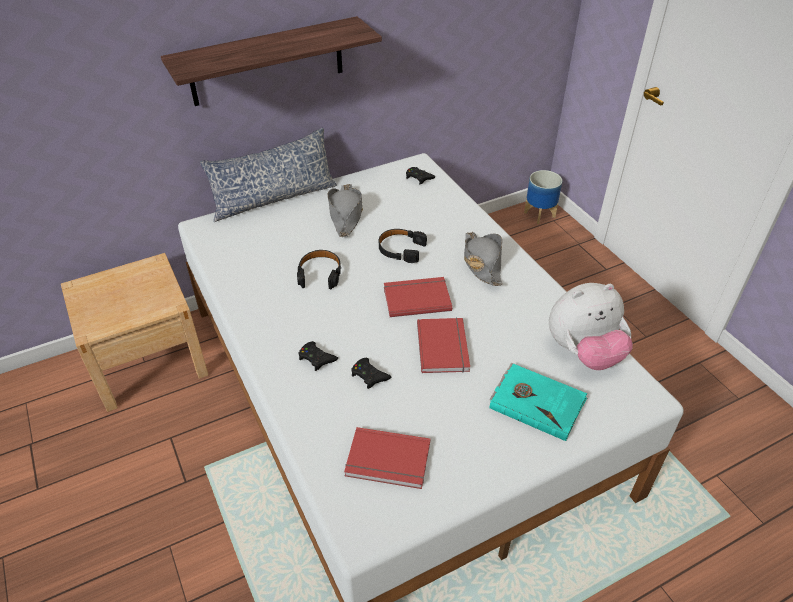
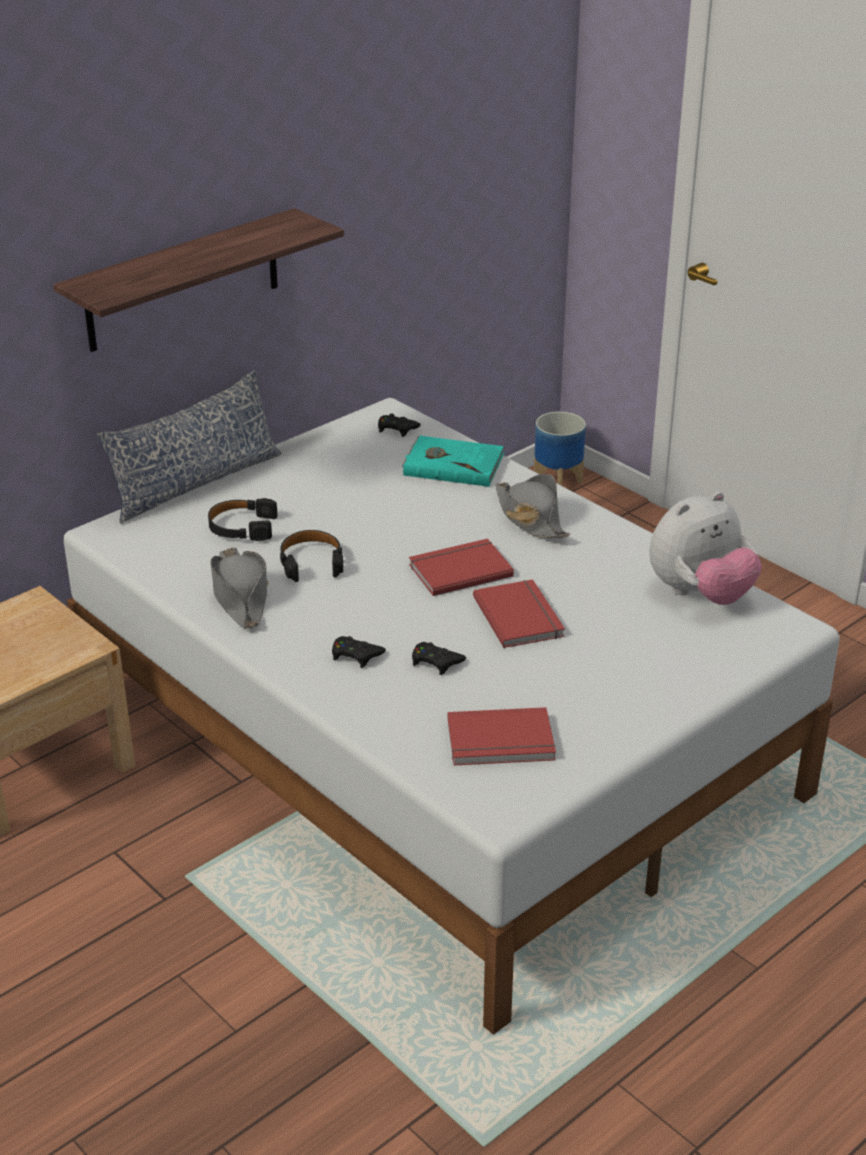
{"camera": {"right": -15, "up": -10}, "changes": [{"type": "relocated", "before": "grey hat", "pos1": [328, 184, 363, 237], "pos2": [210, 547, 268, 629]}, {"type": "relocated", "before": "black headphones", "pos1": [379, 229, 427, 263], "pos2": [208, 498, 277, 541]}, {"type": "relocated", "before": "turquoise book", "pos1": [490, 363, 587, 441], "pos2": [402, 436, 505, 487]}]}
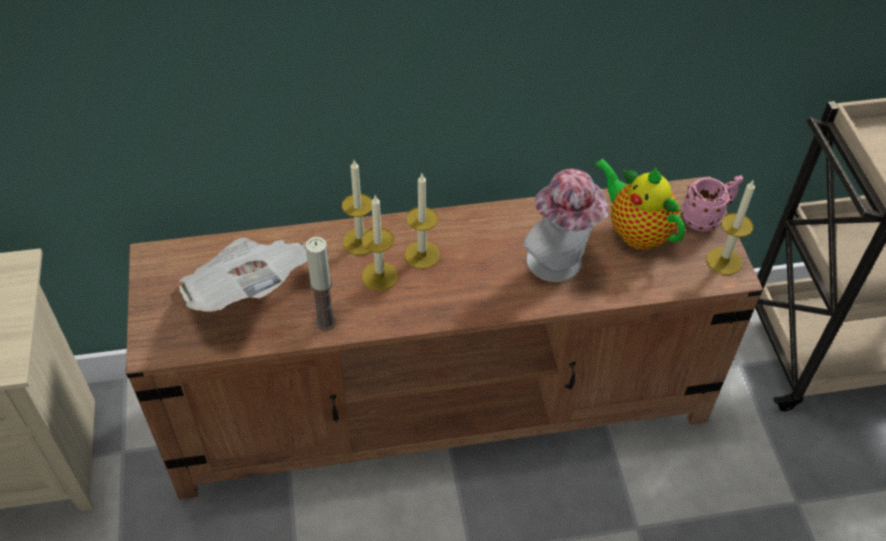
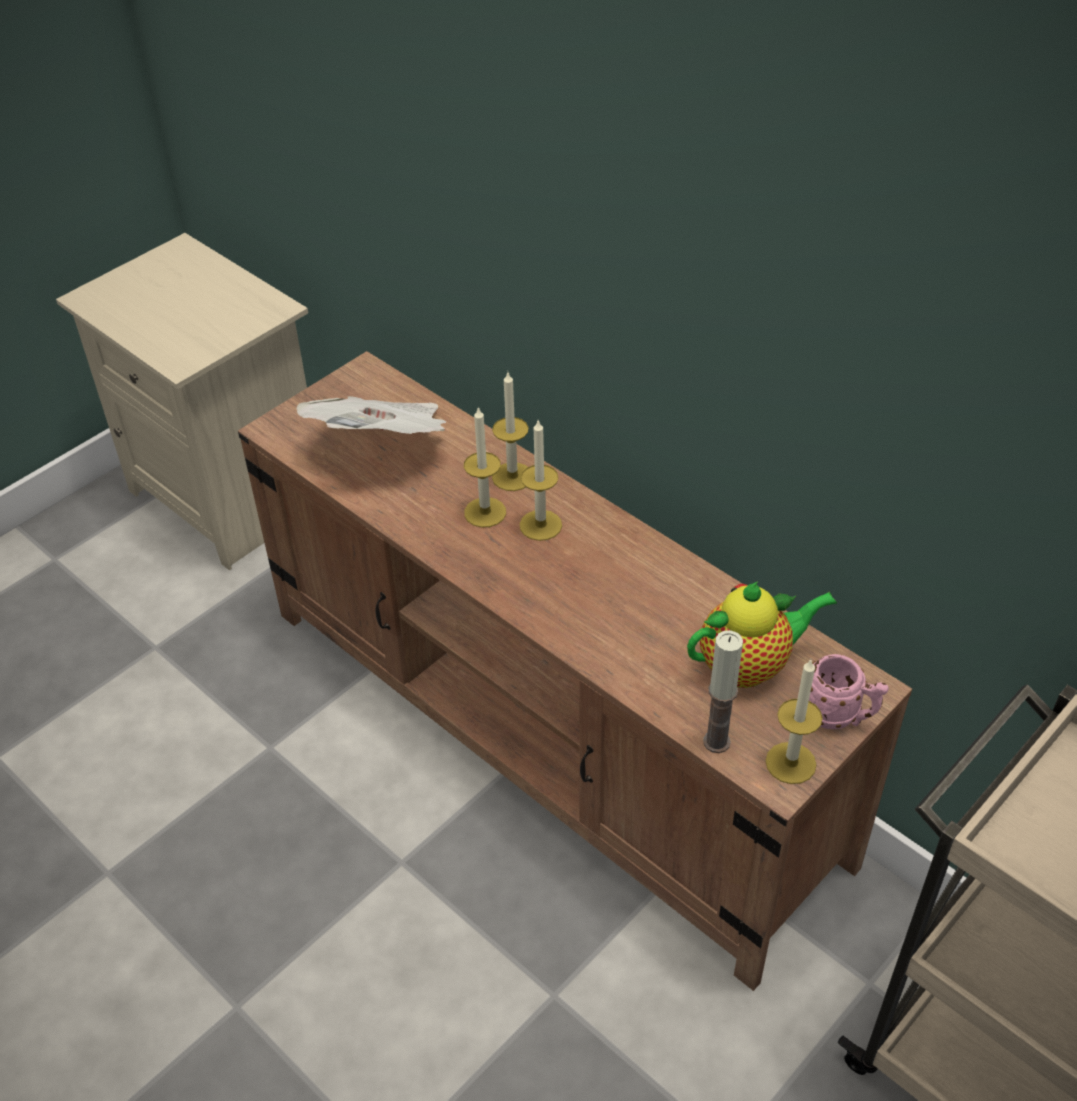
{"camera": {"right": 55, "up": -5}, "changes": [{"type": "missing", "before": "hat", "pos1": [523, 169, 609, 282]}, {"type": "relocated", "before": "candle", "pos1": [305, 237, 336, 331], "pos2": [703, 630, 743, 753]}, {"type": "spun", "before": "teapot", "pos1": [595, 158, 685, 250], "pos2": [687, 582, 837, 688], "turn": 60}]}
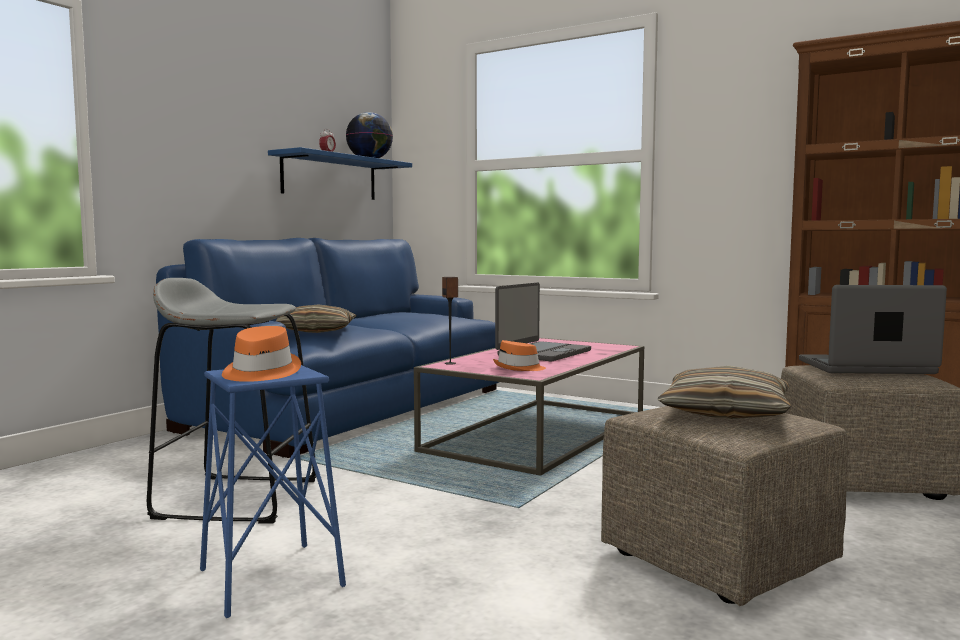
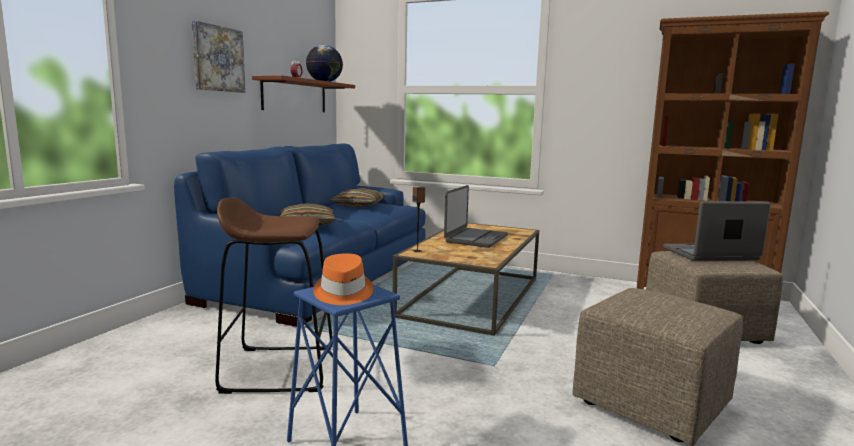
{"camera": {"right": -10, "up": 5}, "changes": [{"type": "missing", "before": "orange hat", "pos1": [493, 340, 546, 371]}, {"type": "appeared", "after": "picture", "pos2": [192, 21, 245, 93]}, {"type": "relocated", "before": "pillow", "pos1": [658, 366, 792, 419], "pos2": [330, 188, 385, 207]}, {"type": "colour", "before": "grey stool", "after": "brown stool", "pos1": [147, 278, 316, 524], "pos2": [215, 197, 333, 394]}, {"type": "colour", "before": "blue shelf", "after": "brown shelf", "pos1": [268, 147, 412, 200], "pos2": [252, 75, 355, 112]}, {"type": "colour", "before": "pink coffee table", "after": "brown coffee table", "pos1": [414, 338, 644, 476], "pos2": [393, 223, 539, 336]}]}
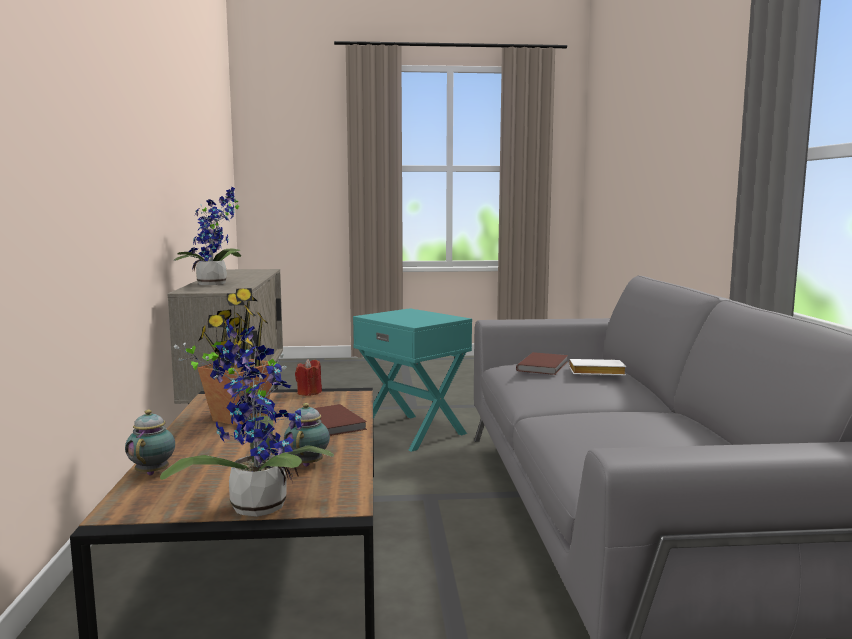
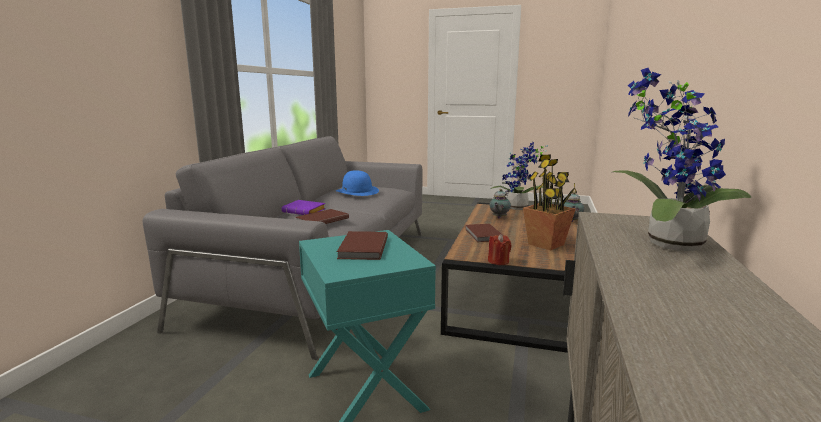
{"camera": {"right": -160, "up": 5}, "changes": [{"type": "appeared", "after": "blue hat", "pos2": [336, 171, 379, 196]}, {"type": "appeared", "after": "brown book", "pos2": [337, 231, 388, 260]}, {"type": "colour", "before": "white book", "after": "purple book", "pos1": [570, 359, 626, 375], "pos2": [282, 200, 326, 215]}]}
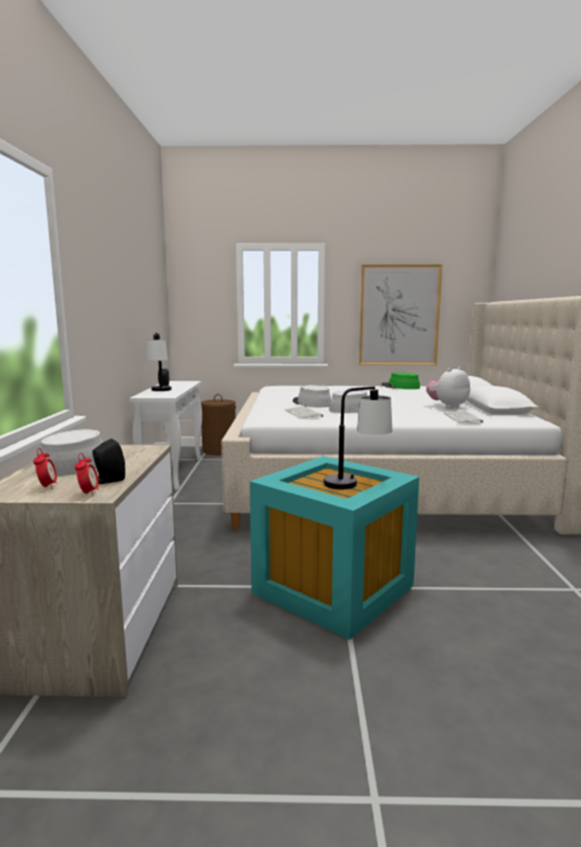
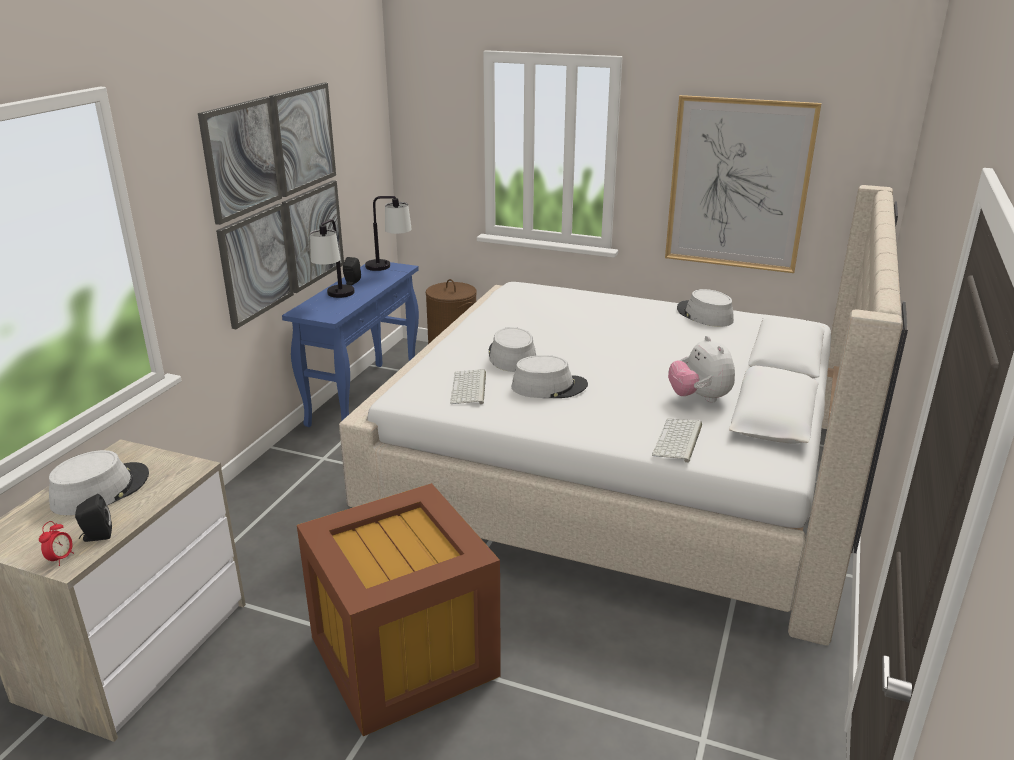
{"camera": {"right": 20, "up": 15}, "changes": [{"type": "missing", "before": "alarm clock", "pos1": [33, 448, 57, 489]}, {"type": "appeared", "after": "picture", "pos2": [198, 82, 344, 329]}, {"type": "relocated", "before": "table lamp", "pos1": [323, 386, 392, 489], "pos2": [365, 196, 412, 271]}, {"type": "colour", "before": "white console table", "after": "blue console table", "pos1": [129, 381, 202, 491], "pos2": [282, 262, 419, 427]}, {"type": "colour", "before": "turquoise storage box", "after": "brown storage box", "pos1": [250, 456, 419, 640], "pos2": [297, 483, 501, 736]}, {"type": "colour", "before": "green hat", "after": "grey hat", "pos1": [381, 372, 420, 389], "pos2": [677, 289, 734, 327]}, {"type": "spun", "before": "plush toy", "pos1": [426, 367, 470, 409], "pos2": [668, 336, 735, 402], "turn": -90}]}
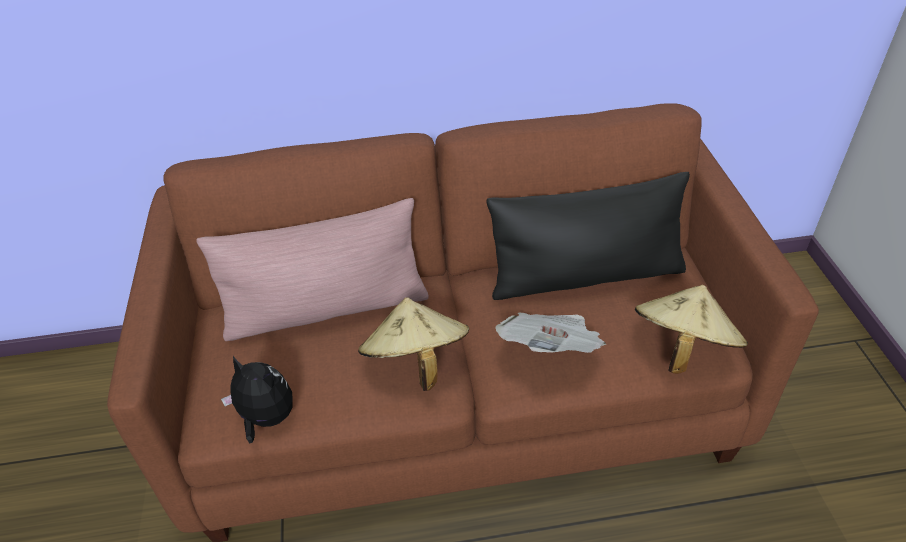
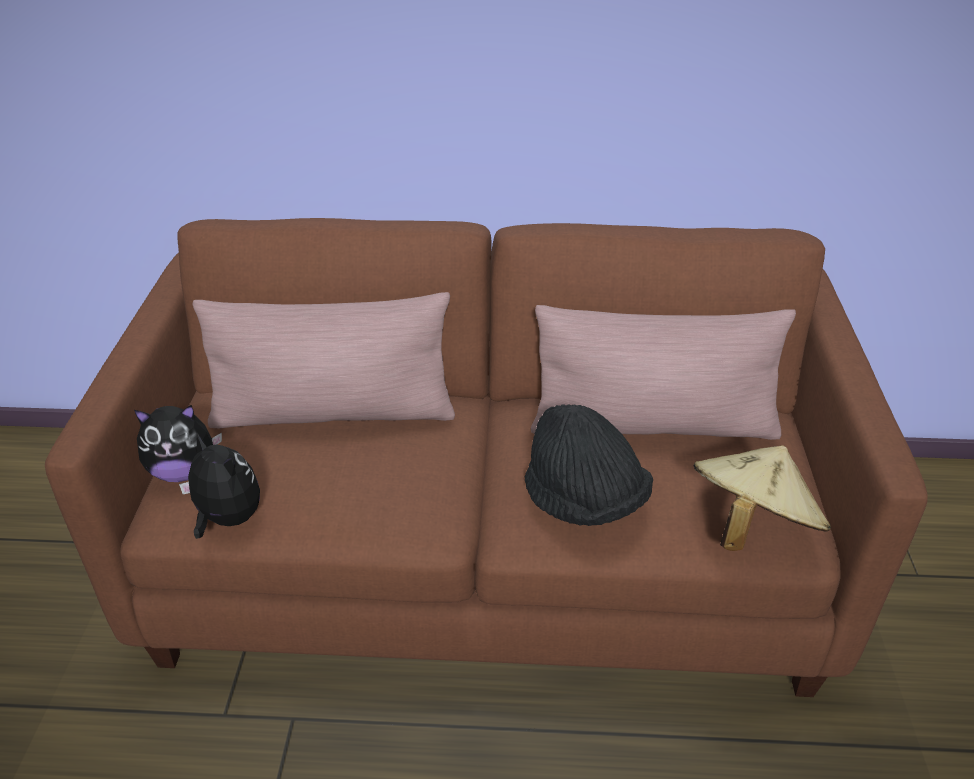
{"camera": {"right": 10, "up": -5}, "changes": [{"type": "missing", "before": "beige hat", "pos1": [358, 297, 469, 391]}, {"type": "appeared", "after": "plush toy", "pos2": [134, 405, 222, 482]}, {"type": "exchanged", "before": "newspaper", "after": "black hat", "pos1": [496, 312, 606, 353], "pos2": [525, 404, 653, 526]}, {"type": "colour", "before": "black pillow", "after": "pink pillow", "pos1": [486, 172, 690, 300], "pos2": [531, 305, 796, 440]}]}
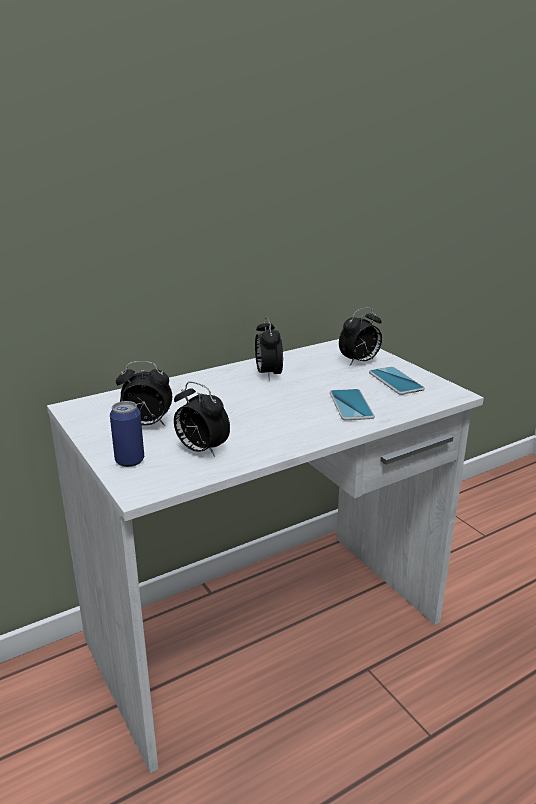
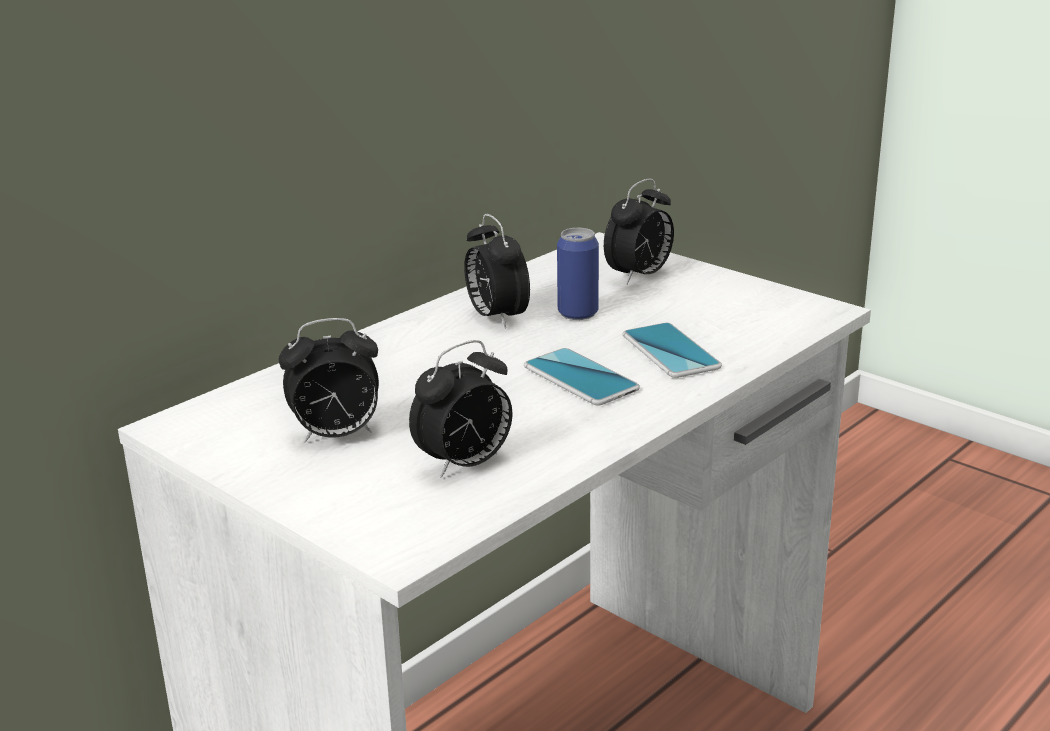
{"camera": {"right": -15, "up": 0}, "changes": [{"type": "relocated", "before": "can", "pos1": [110, 401, 144, 467], "pos2": [557, 228, 599, 320]}, {"type": "relocated", "before": "phone", "pos1": [369, 367, 425, 395], "pos2": [524, 348, 640, 406]}, {"type": "spun", "before": "alarm clock", "pos1": [174, 382, 230, 457], "pos2": [409, 340, 512, 478], "turn": -60}]}
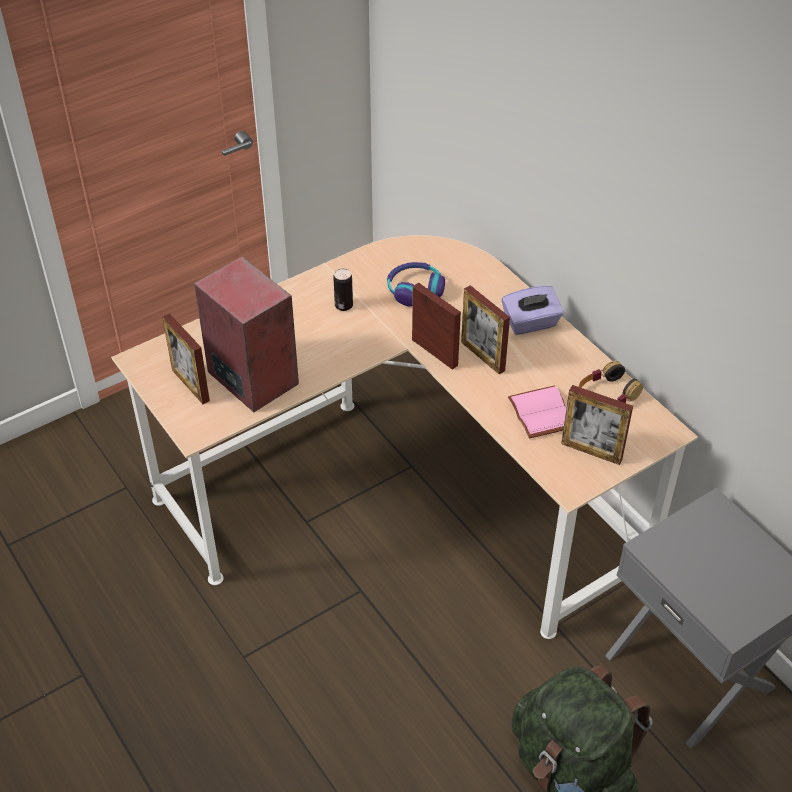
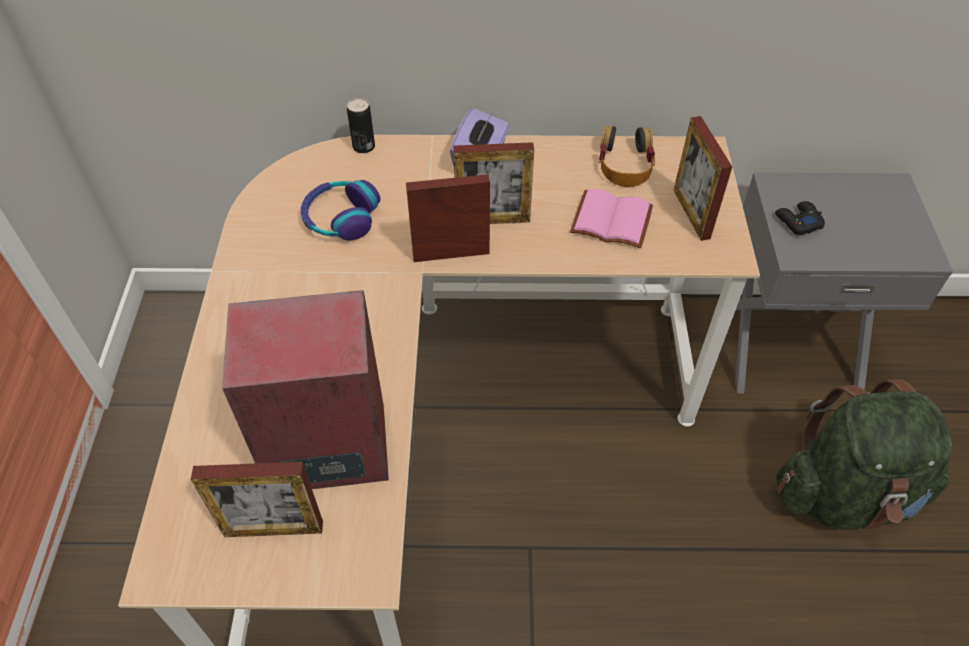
{"camera": {"right": -55, "up": 5}, "changes": [{"type": "appeared", "after": "black game controller", "pos2": [775, 201, 825, 235]}, {"type": "relocated", "before": "can", "pos1": [333, 268, 353, 311], "pos2": [347, 98, 375, 153]}, {"type": "spun", "before": "picture frame", "pos1": [561, 385, 633, 465], "pos2": [673, 116, 732, 241], "turn": 105}]}
